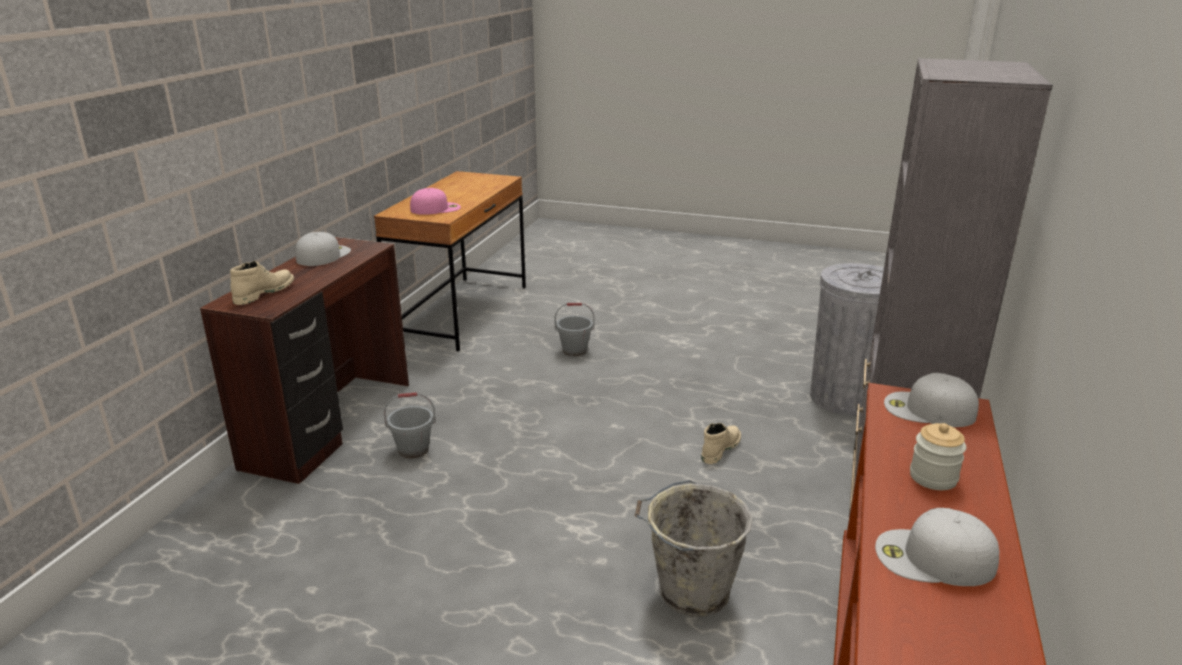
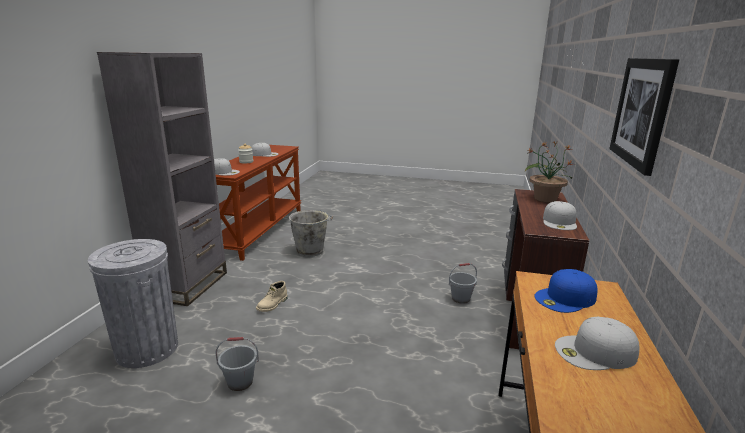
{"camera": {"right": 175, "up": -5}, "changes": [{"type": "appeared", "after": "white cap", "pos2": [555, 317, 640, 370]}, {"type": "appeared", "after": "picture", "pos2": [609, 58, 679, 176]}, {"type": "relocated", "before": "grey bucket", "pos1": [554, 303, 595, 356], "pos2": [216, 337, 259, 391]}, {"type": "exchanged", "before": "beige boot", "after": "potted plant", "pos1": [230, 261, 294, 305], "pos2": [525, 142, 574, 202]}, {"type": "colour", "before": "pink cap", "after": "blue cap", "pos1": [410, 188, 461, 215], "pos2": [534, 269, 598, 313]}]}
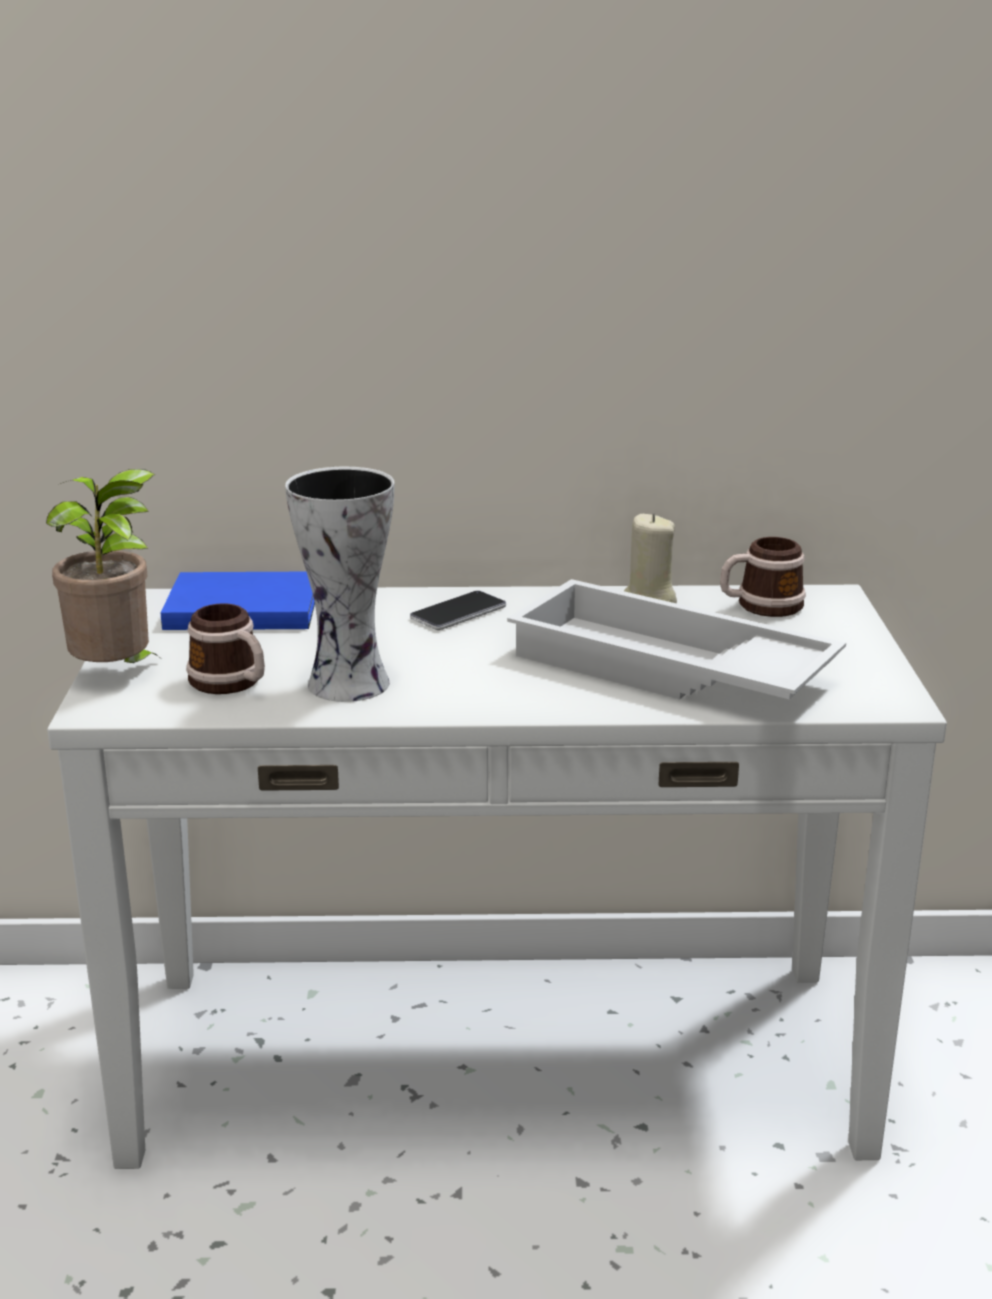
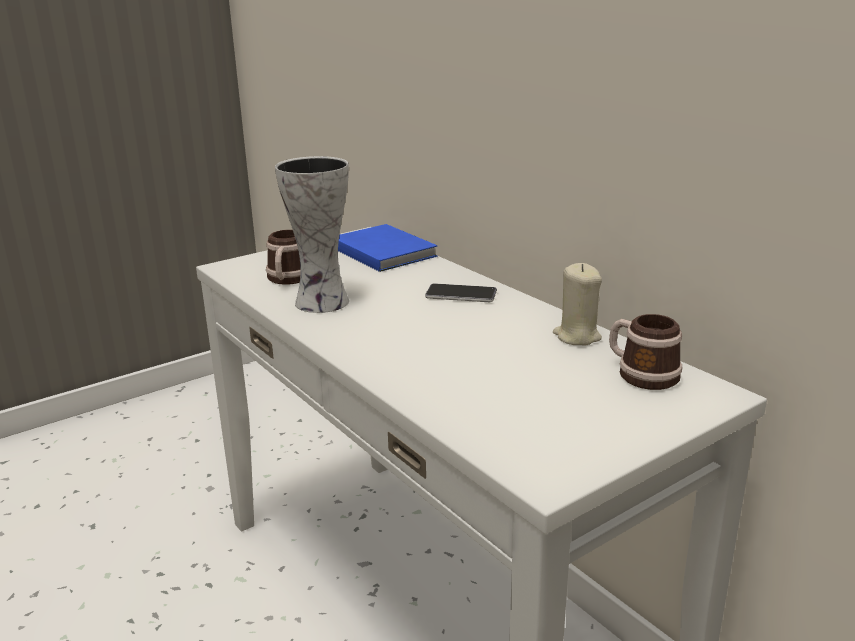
{"camera": {"right": 55, "up": 0}, "changes": [{"type": "missing", "before": "potted plant", "pos1": [46, 469, 163, 663]}, {"type": "missing", "before": "white tray", "pos1": [507, 579, 846, 700]}]}
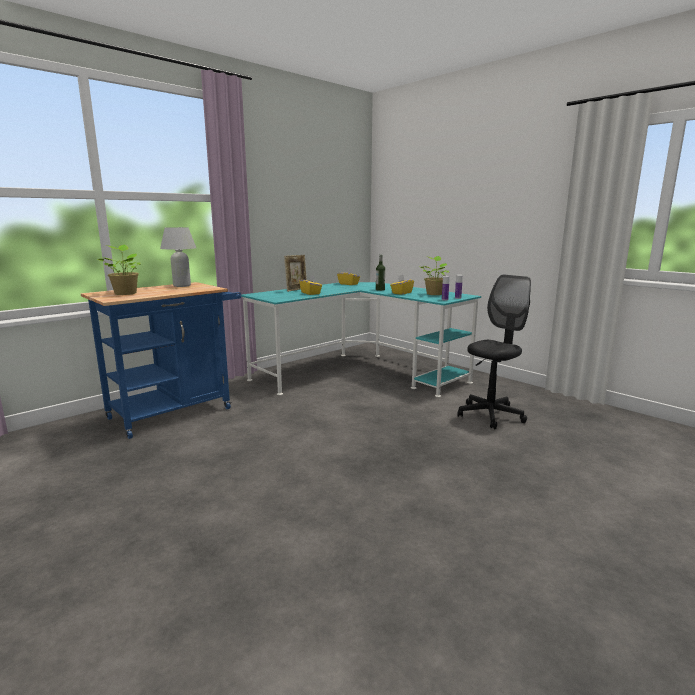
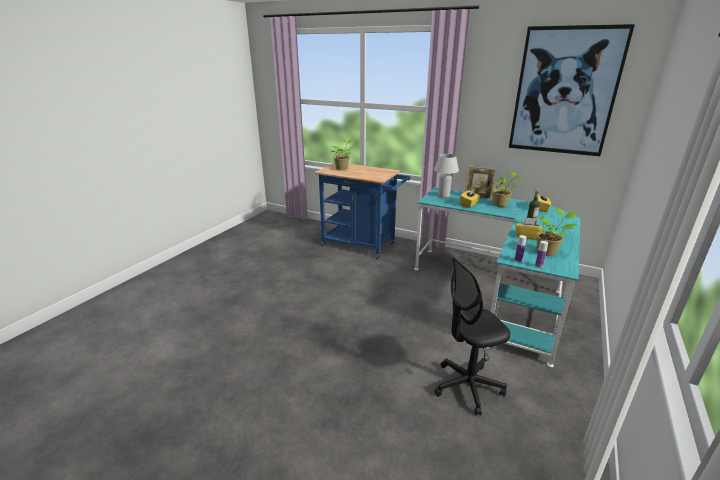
{"camera": {"right": 70, "up": 10}, "changes": [{"type": "appeared", "after": "potted plant", "pos2": [492, 172, 522, 207]}, {"type": "appeared", "after": "picture", "pos2": [509, 24, 635, 156]}, {"type": "relocated", "before": "white table lamp", "pos1": [160, 227, 196, 287], "pos2": [434, 154, 459, 198]}, {"type": "spun", "before": "black office chair", "pos1": [457, 274, 531, 429], "pos2": [434, 257, 510, 415], "turn": 135}]}
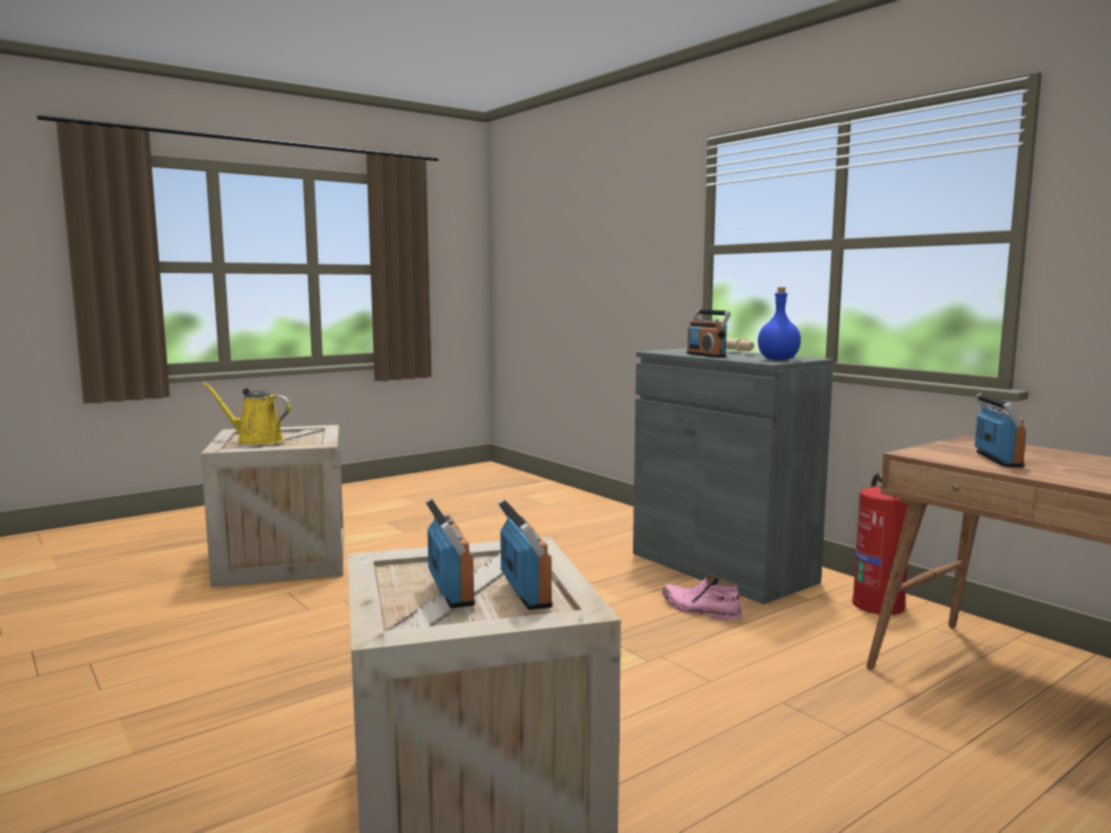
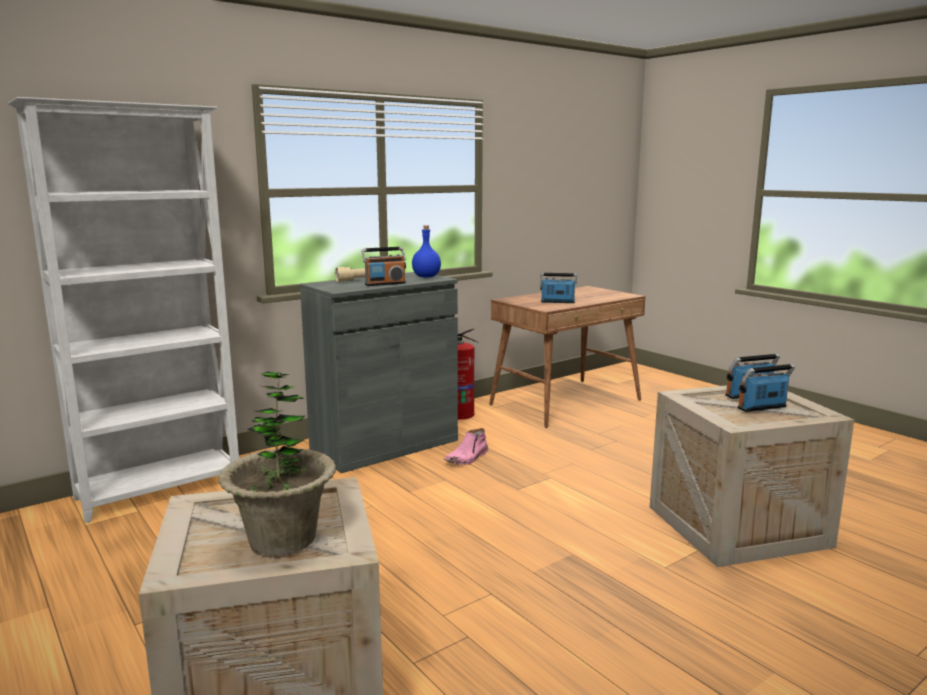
{"camera": {"right": -90, "up": 5}, "changes": [{"type": "appeared", "after": "white bookcase", "pos2": [8, 97, 239, 523]}, {"type": "exchanged", "before": "yellow watering can", "after": "potted plant", "pos1": [203, 382, 291, 445], "pos2": [218, 372, 336, 556]}]}
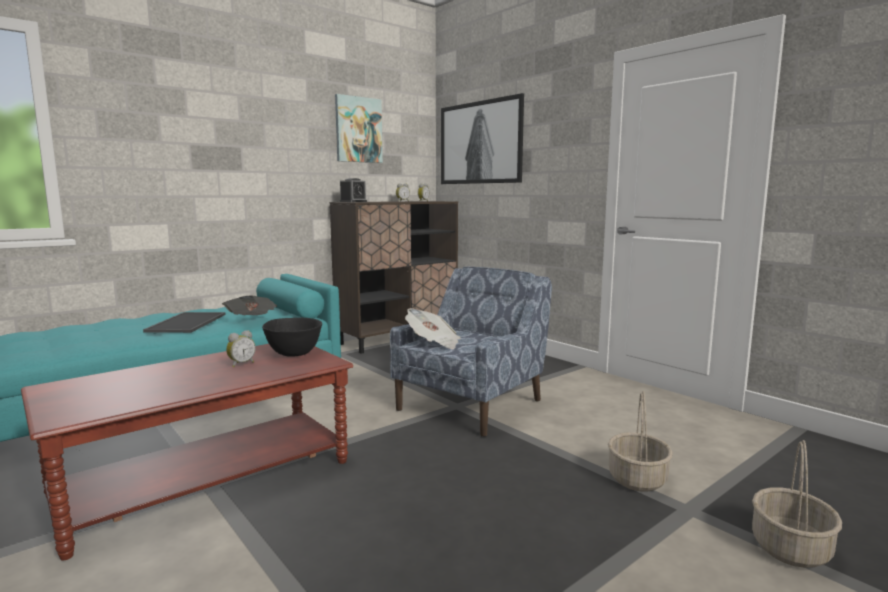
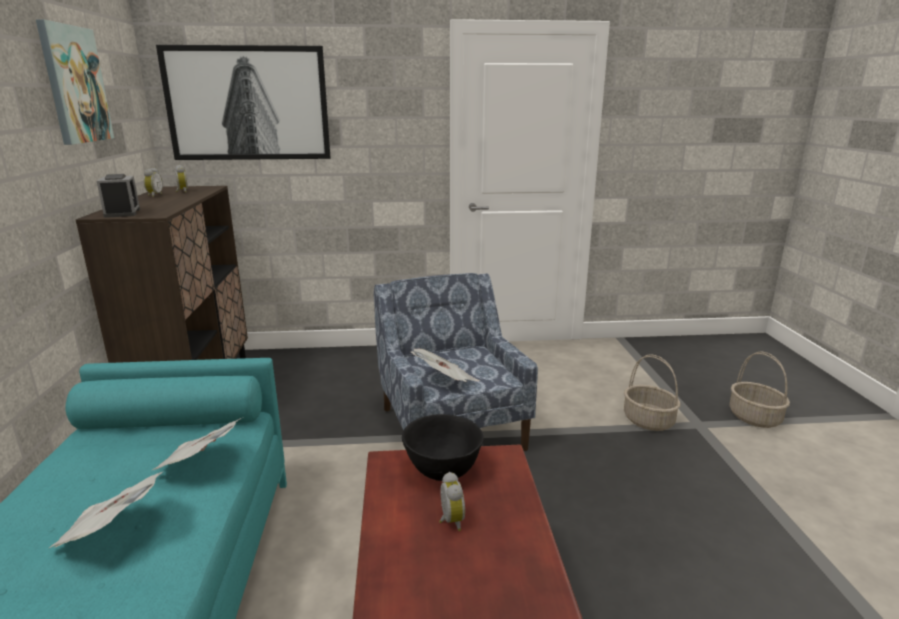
{"camera": {"right": -55, "up": 10}, "changes": [{"type": "exchanged", "before": "tray", "after": "newspaper", "pos1": [143, 312, 225, 333], "pos2": [49, 472, 163, 548]}]}
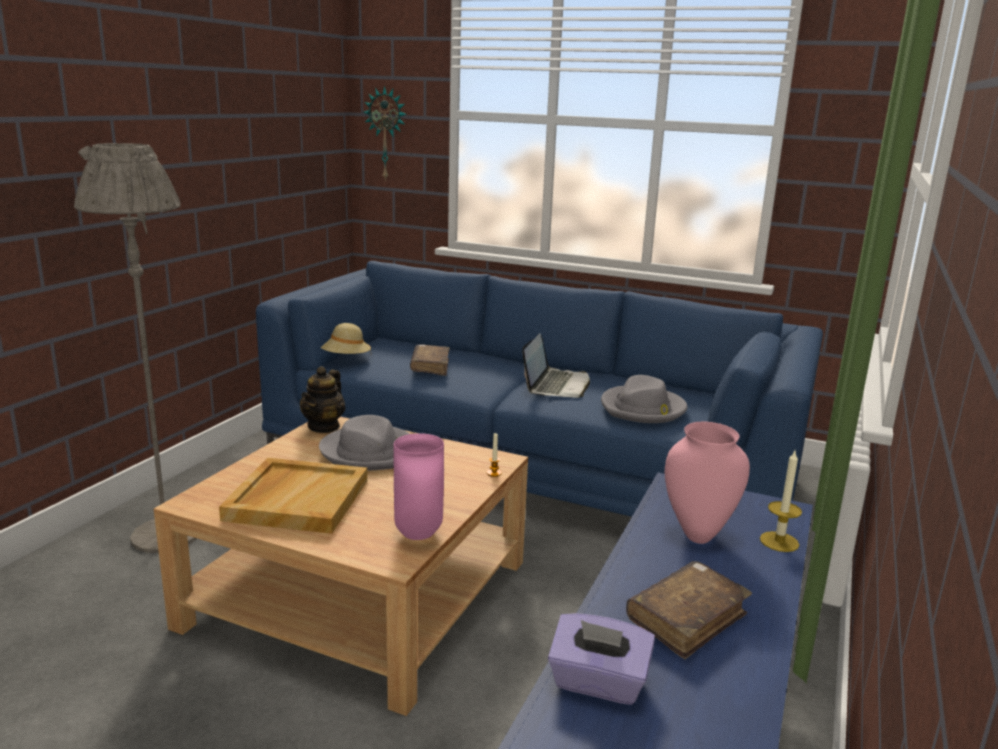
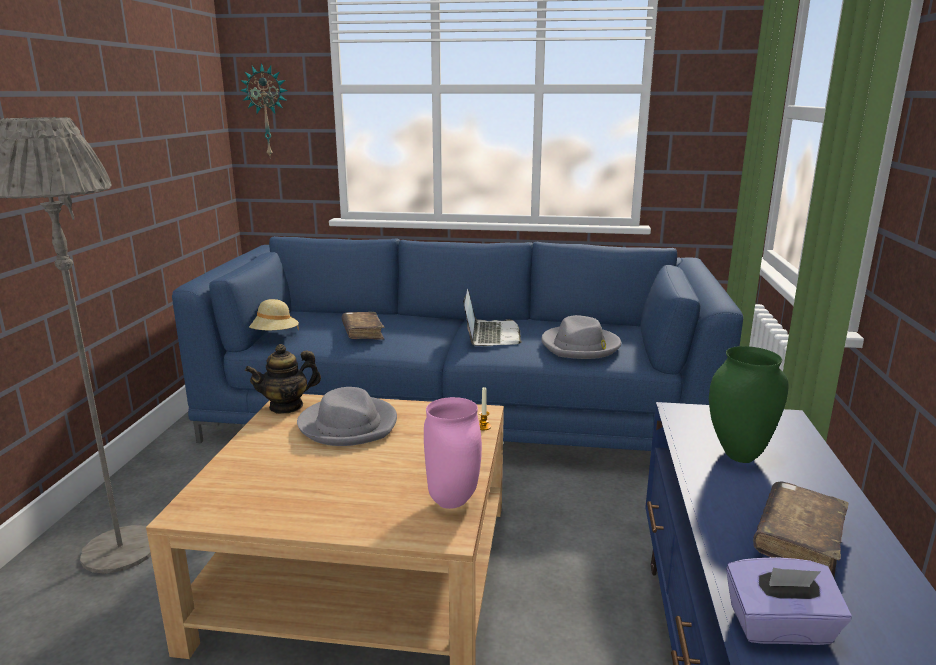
{"camera": {"right": -15, "up": 0}, "changes": [{"type": "missing", "before": "beige tray", "pos1": [219, 458, 368, 534]}, {"type": "missing", "before": "candle", "pos1": [760, 451, 802, 552]}, {"type": "colour", "before": "pink vase", "after": "green vase", "pos1": [665, 422, 750, 544], "pos2": [709, 346, 789, 463]}, {"type": "spun", "before": "teapot", "pos1": [300, 366, 346, 433], "pos2": [245, 344, 321, 414], "turn": 60}]}
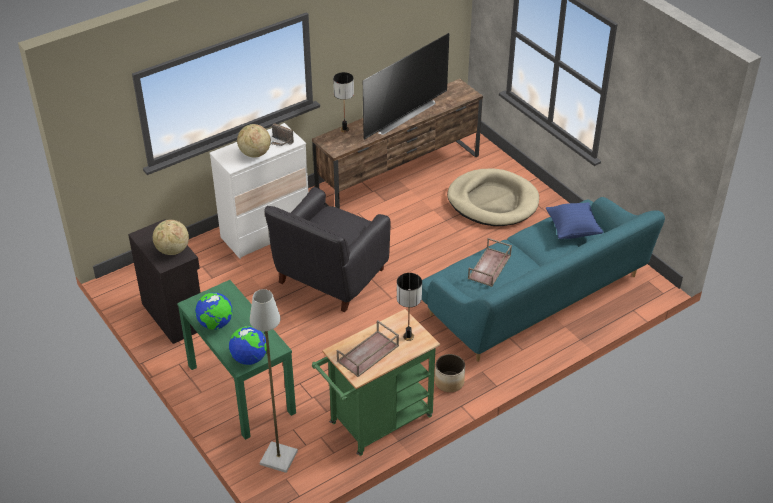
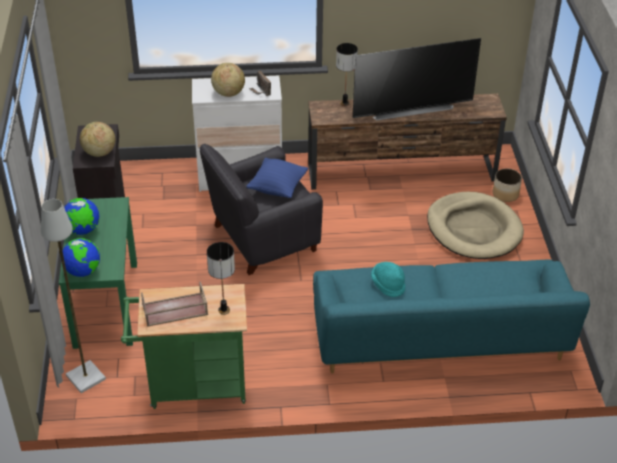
{"camera": {"right": 30, "up": 0}, "changes": [{"type": "relocated", "before": "planter", "pos1": [435, 354, 465, 392], "pos2": [493, 168, 522, 202]}, {"type": "relocated", "before": "blue pillow", "pos1": [546, 202, 603, 239], "pos2": [246, 158, 308, 198]}, {"type": "exchanged", "before": "brown tray", "after": "turquoise hat", "pos1": [468, 238, 512, 287], "pos2": [371, 262, 406, 297]}]}
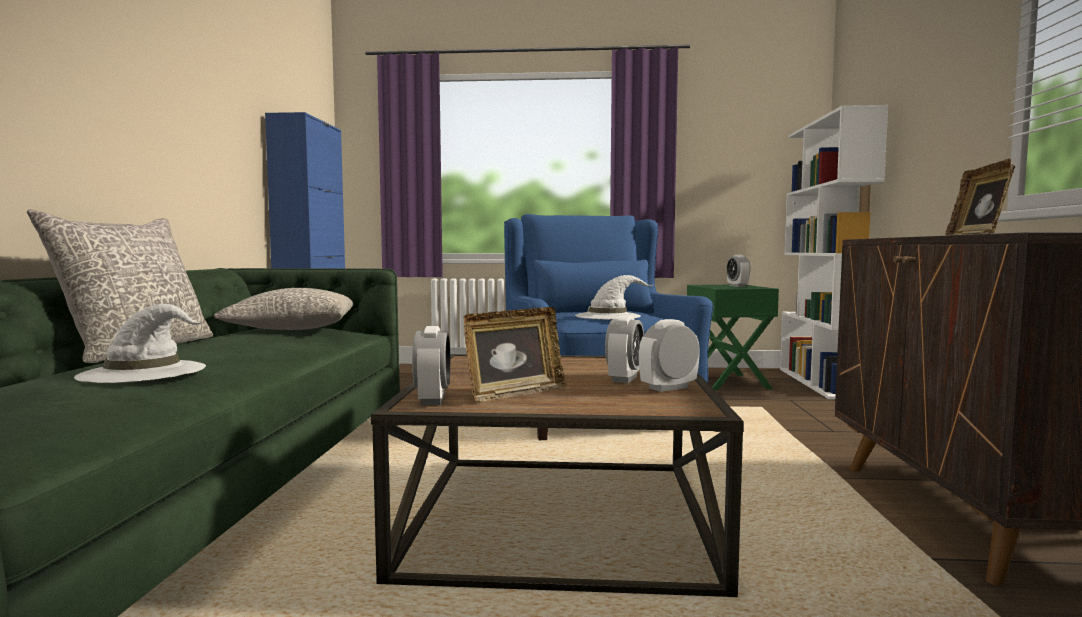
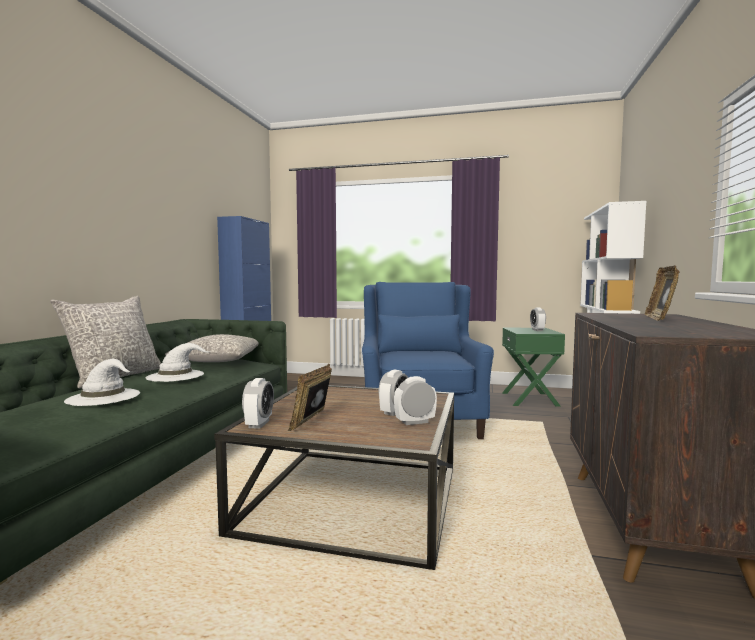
{"camera": {"right": 10, "up": 0}, "changes": [{"type": "relocated", "before": "white hat", "pos1": [575, 275, 654, 320], "pos2": [146, 343, 211, 382]}, {"type": "spun", "before": "picture frame", "pos1": [463, 307, 566, 402], "pos2": [288, 364, 332, 431], "turn": 135}]}
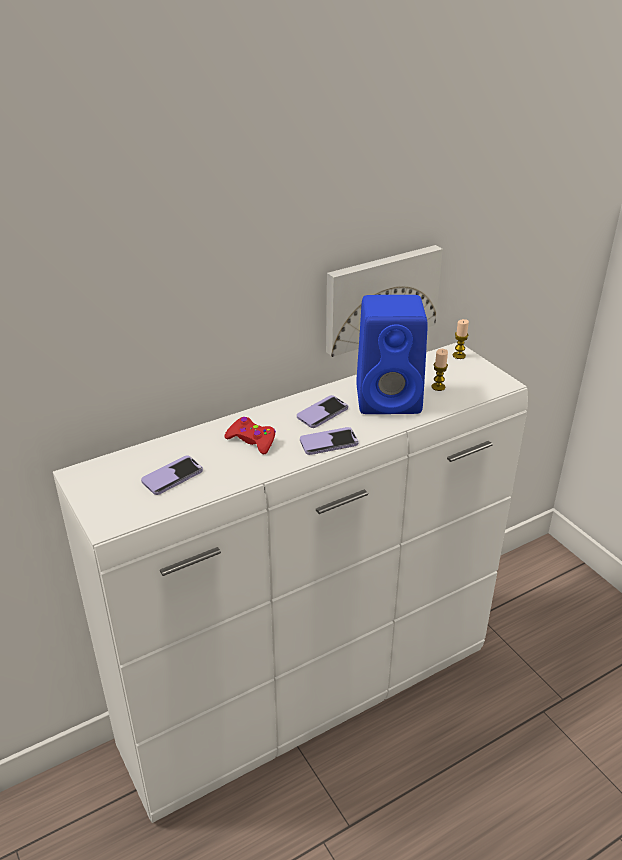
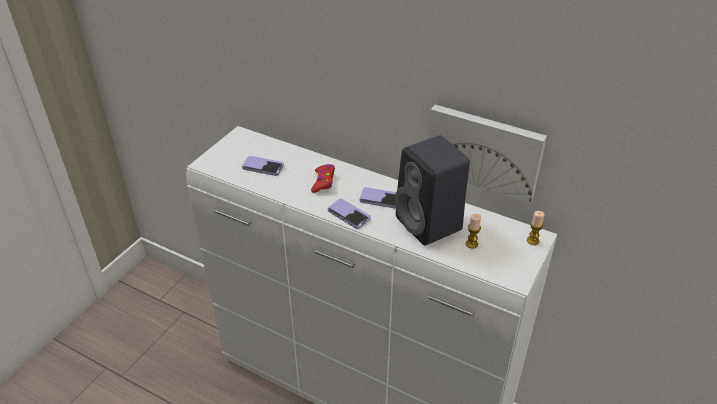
{"camera": {"right": 60, "up": 5}, "changes": [{"type": "colour", "before": "blue speaker", "after": "black speaker", "pos1": [356, 295, 428, 414], "pos2": [395, 135, 470, 245]}]}
